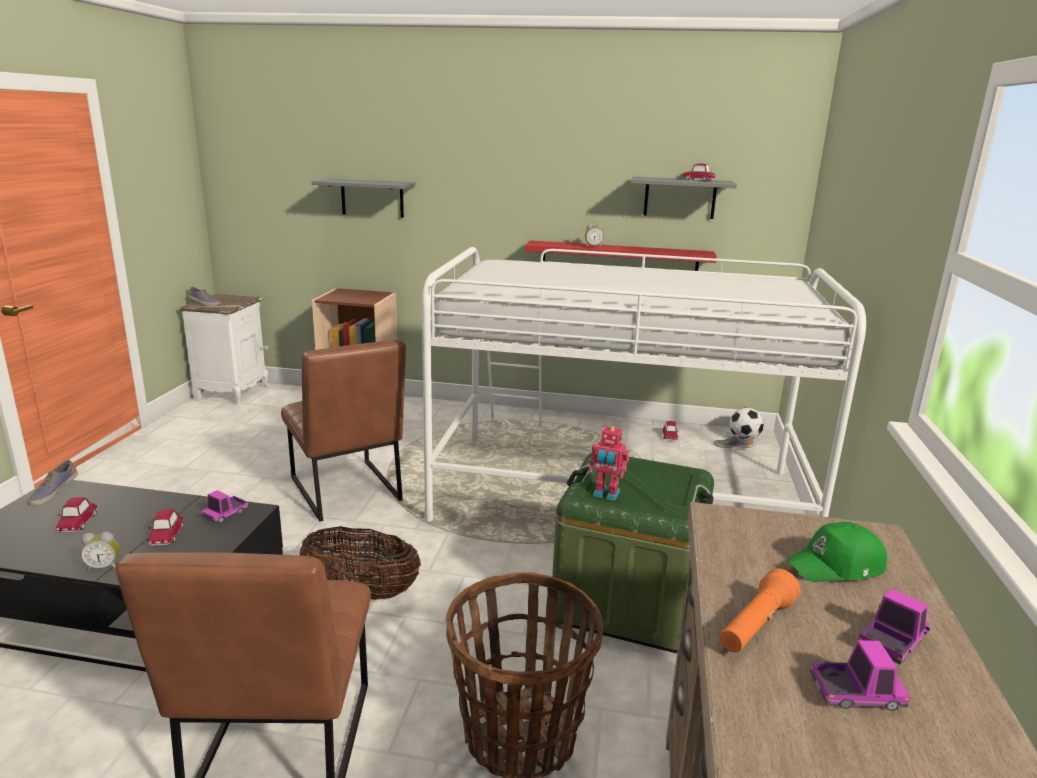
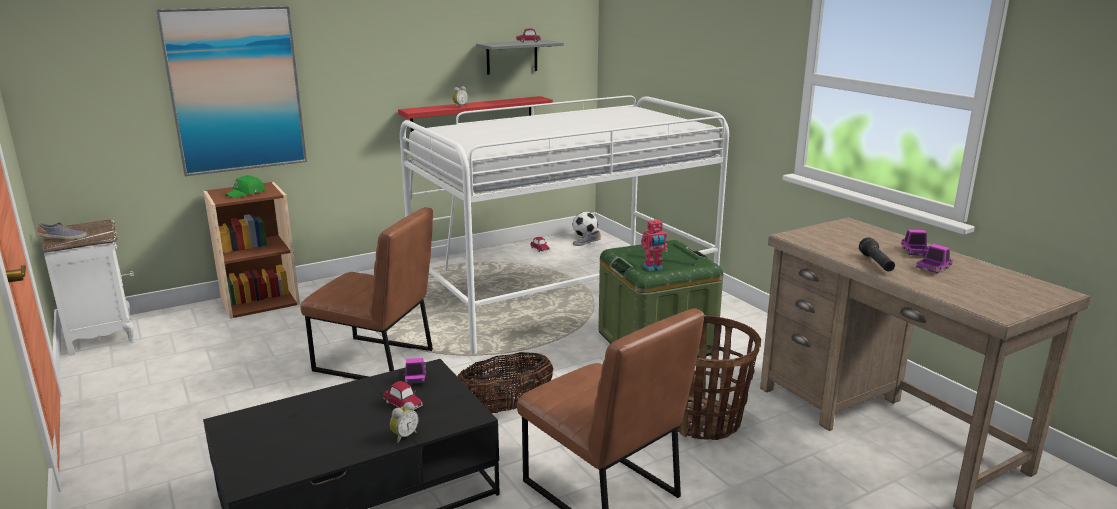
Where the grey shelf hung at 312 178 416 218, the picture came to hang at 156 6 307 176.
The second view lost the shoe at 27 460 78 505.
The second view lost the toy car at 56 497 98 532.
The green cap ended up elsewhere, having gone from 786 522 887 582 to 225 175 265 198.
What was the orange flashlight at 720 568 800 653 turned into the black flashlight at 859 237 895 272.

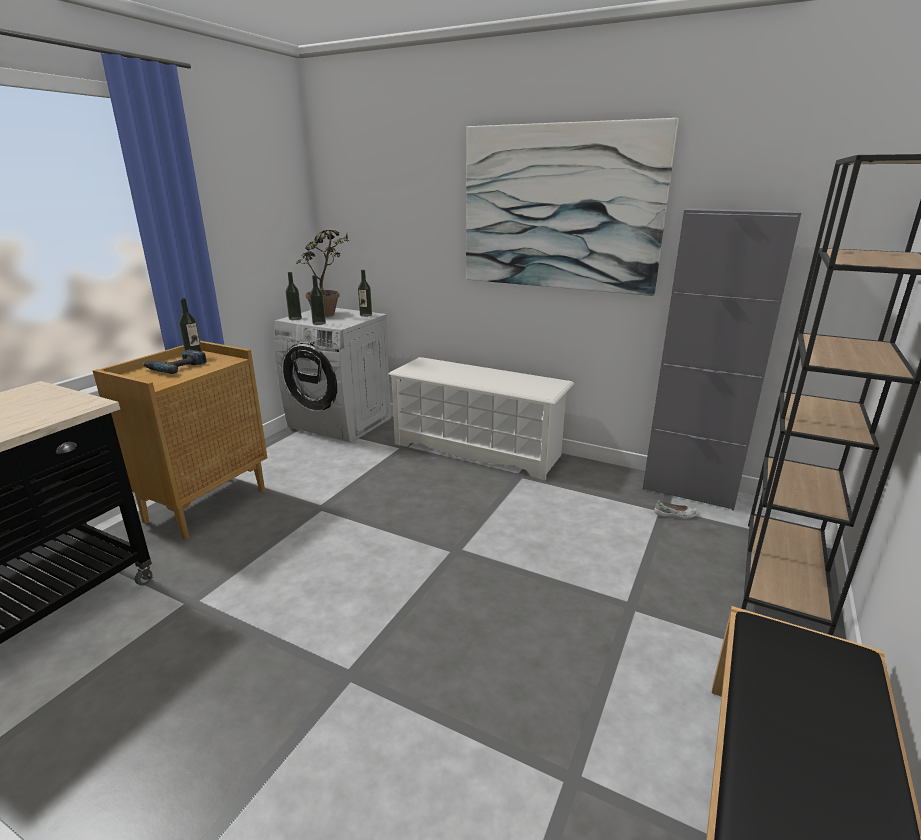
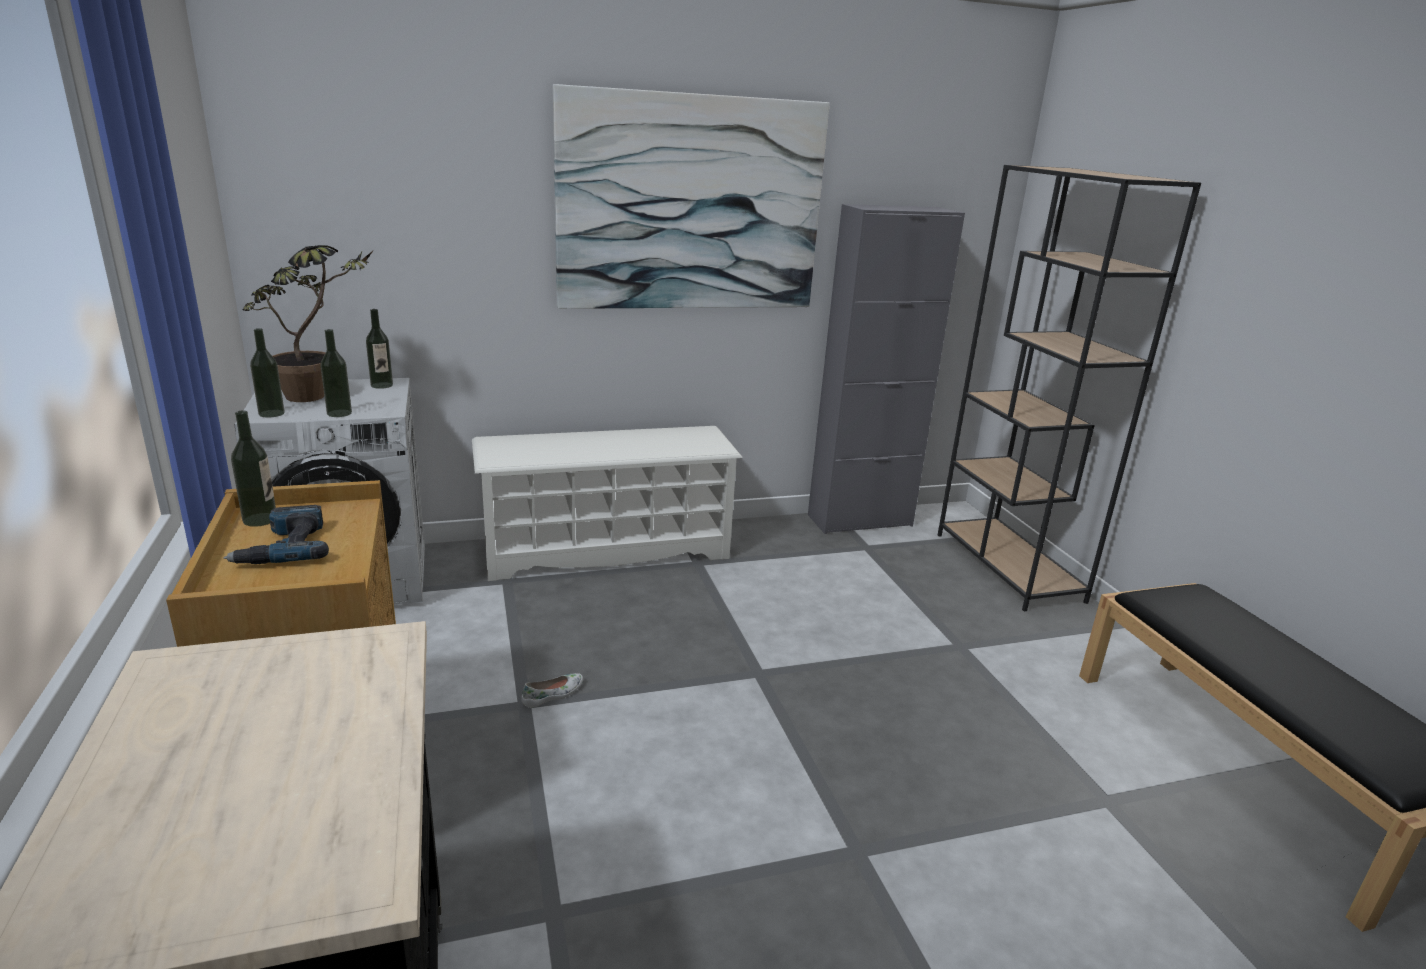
The white shoe ended up elsewhere, having gone from 654 500 699 519 to 522 673 583 708.

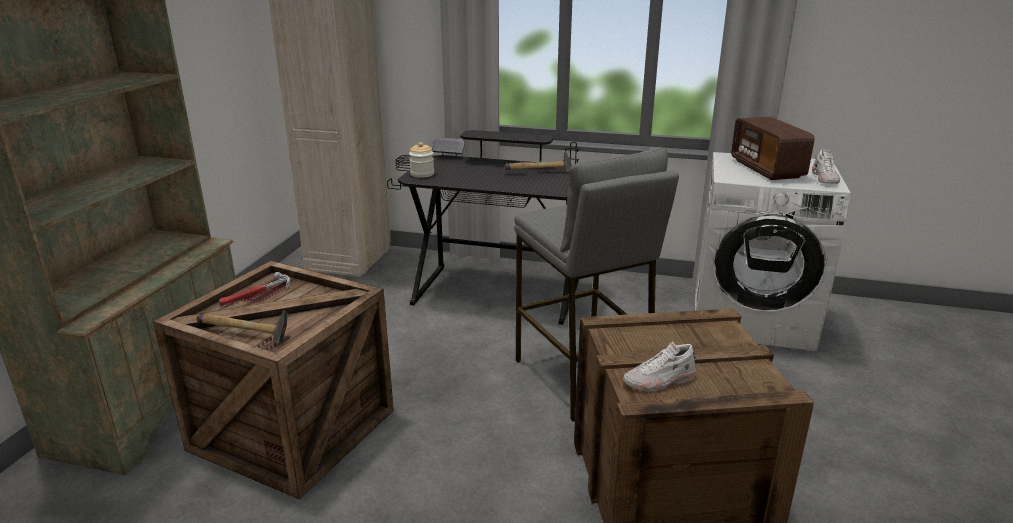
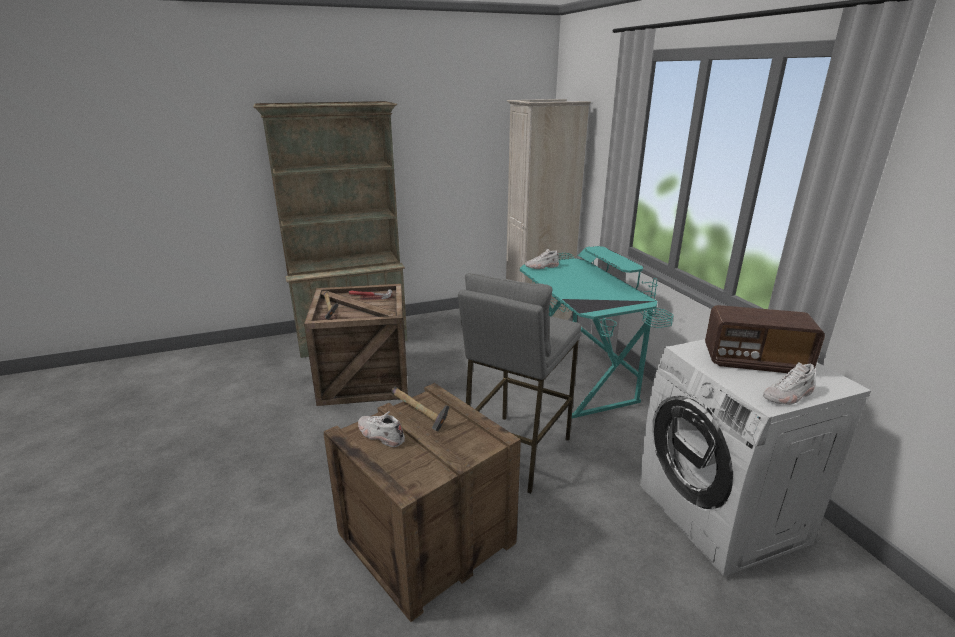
The radio at 731 117 814 180 ended up facing another way, 120 degrees counterclockwise from before.
What was the black desk at 387 130 579 325 turned into the turquoise desk at 520 246 674 418.
Where the jar stood at 409 142 434 178, the white shoe came to stand at 525 249 559 269.
The hammer ended up elsewhere, having gone from 505 151 570 173 to 391 386 450 431.

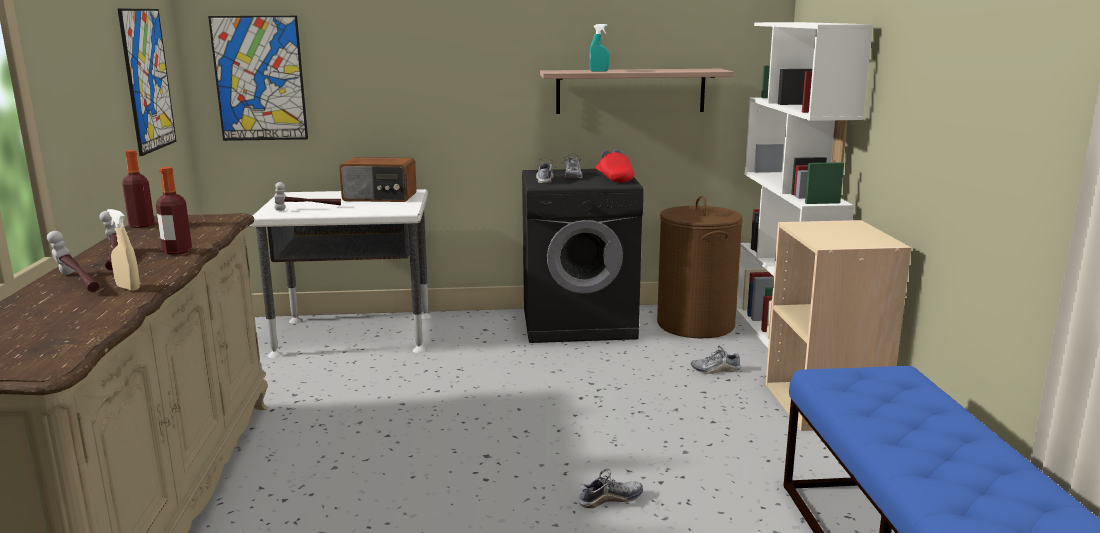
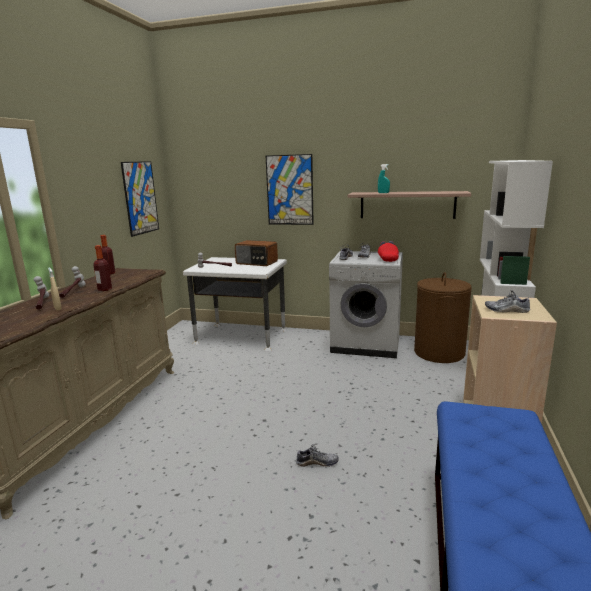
The picture ended up elsewhere, having gone from 208 16 308 141 to 266 154 314 225.
What was the black washing machine at 522 169 644 343 turned into the white washing machine at 329 251 403 358.
The shoe ended up elsewhere, having gone from 691 346 741 374 to 485 290 530 313.

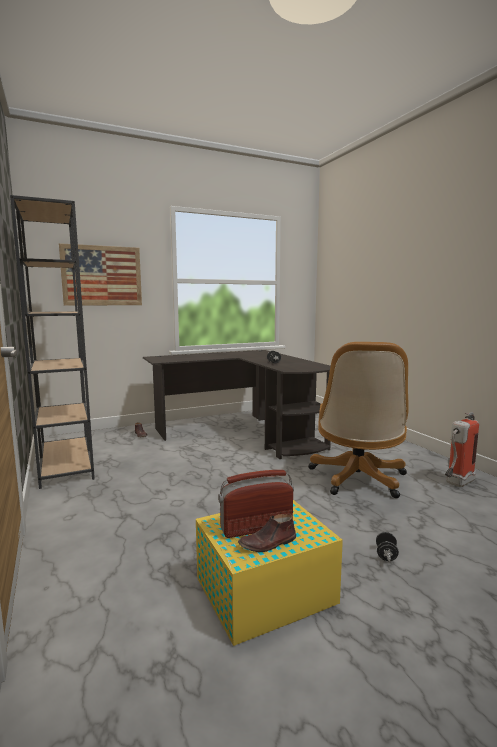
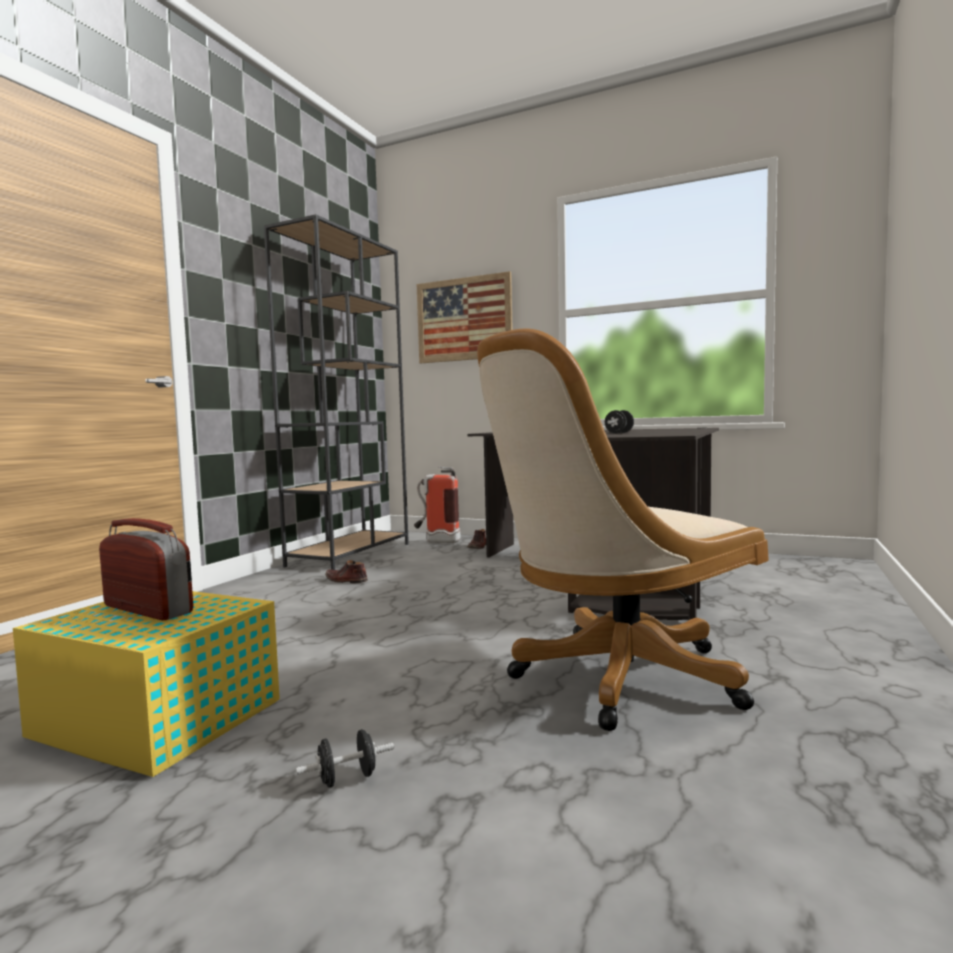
The fire extinguisher ended up elsewhere, having gone from 445 412 479 487 to 414 466 460 543.
The brown shoe ended up elsewhere, having gone from 238 514 296 552 to 325 560 368 583.

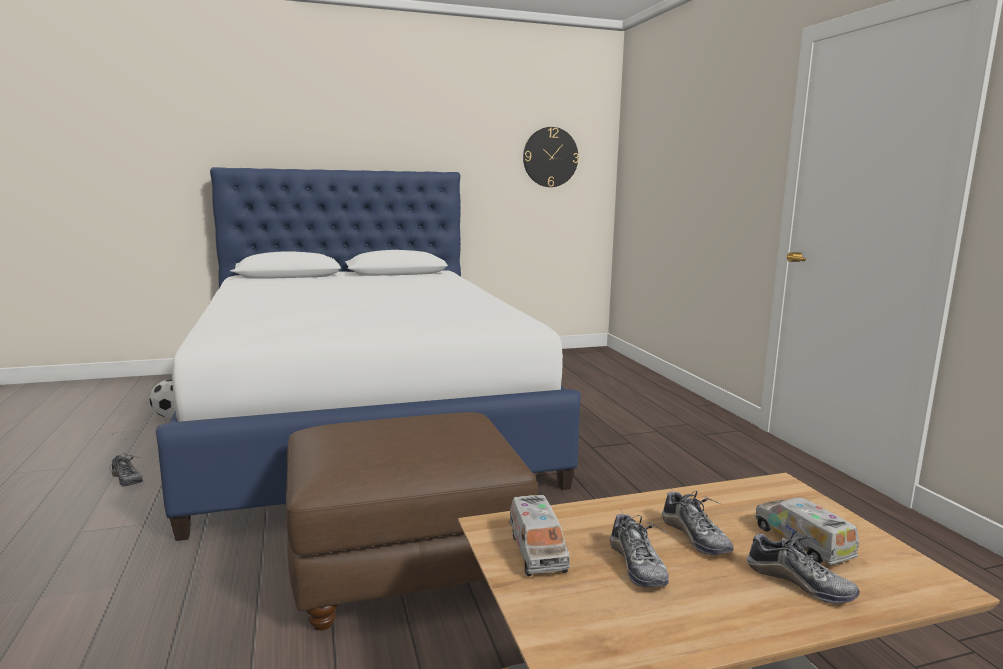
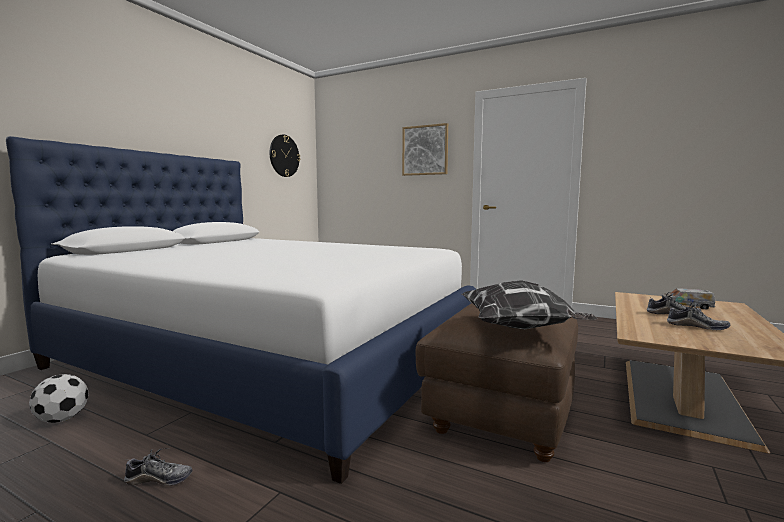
The second view lost the toy truck at 509 495 570 576.
The second view lost the shoe at 747 530 860 604.
The second view gained the picture at 402 123 448 176.
The second view gained the pillow at 462 280 598 329.

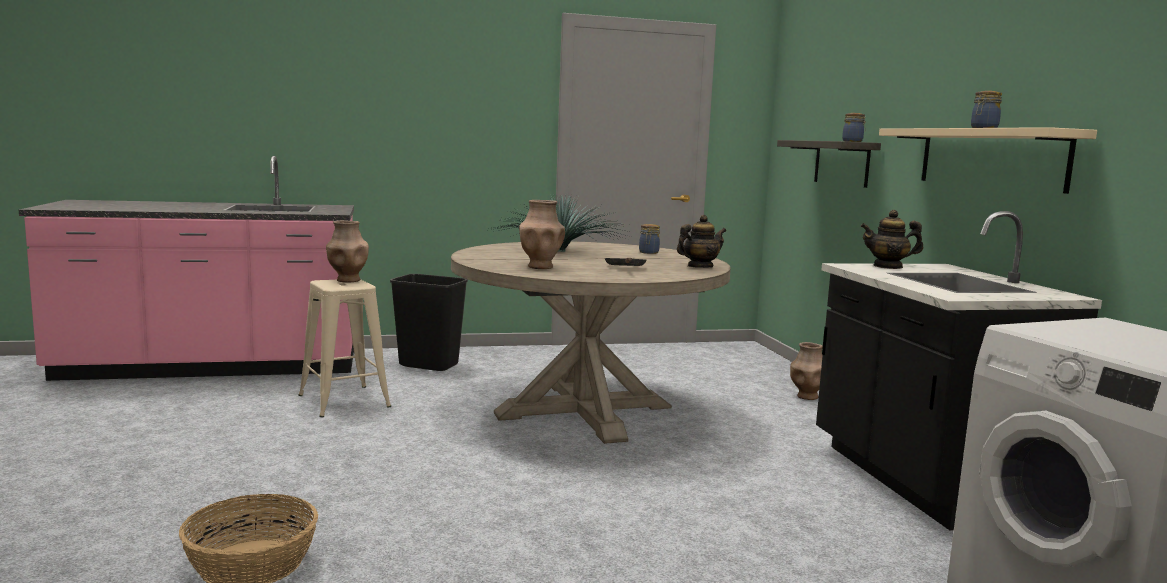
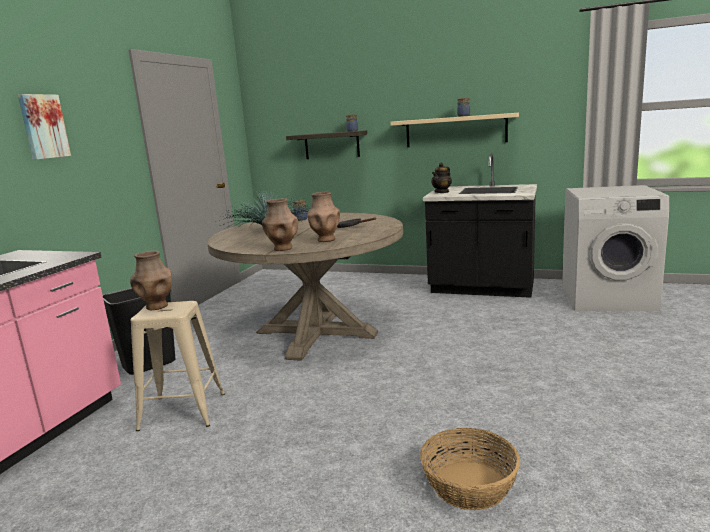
The second view lost the teapot at 677 215 726 268.
The brown vase ended up elsewhere, having gone from 790 342 823 400 to 262 198 298 251.
The second view gained the picture at 18 94 71 160.

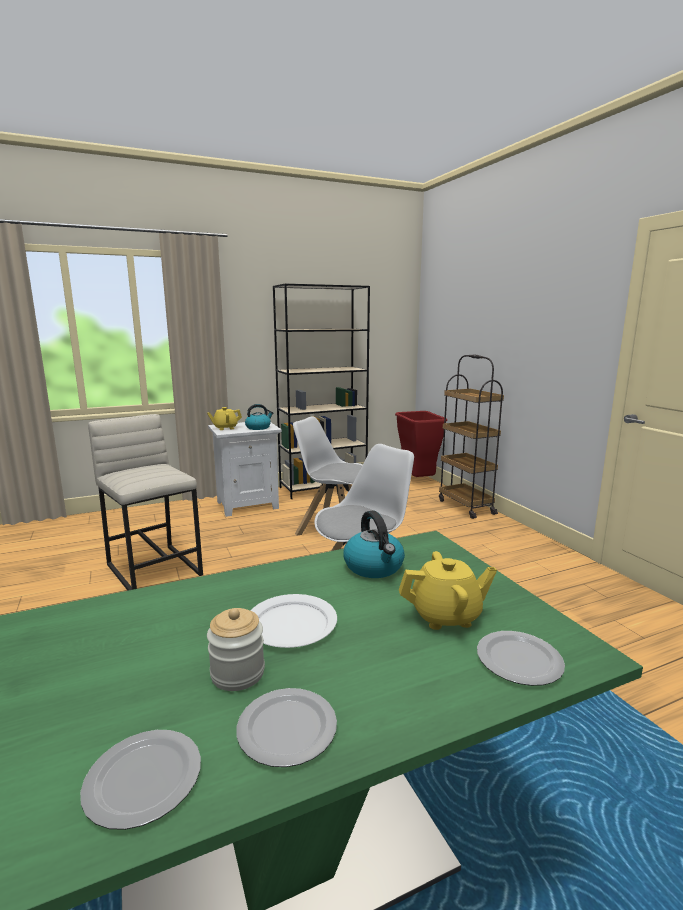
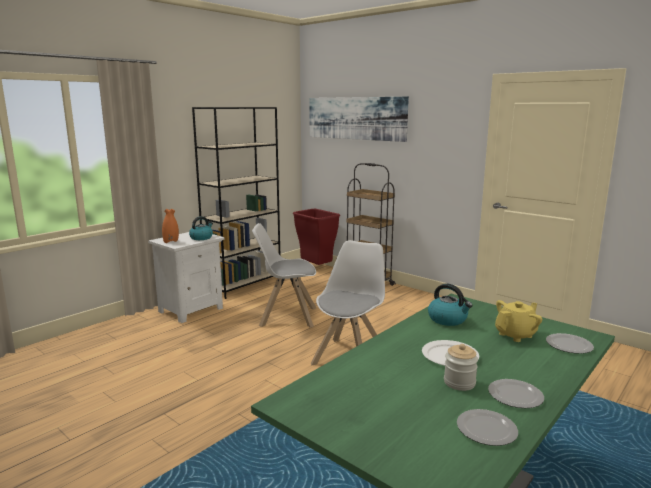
Where the yellow teapot stood at 207 407 242 430, the orange vase came to stand at 162 209 179 243.
The second view lost the beige stool at 88 414 203 591.
The second view gained the picture at 309 97 409 142.

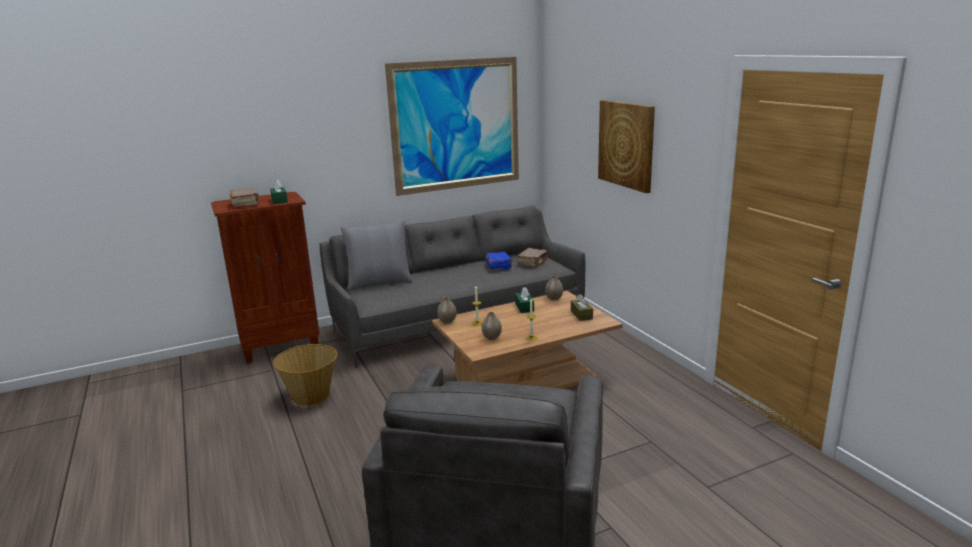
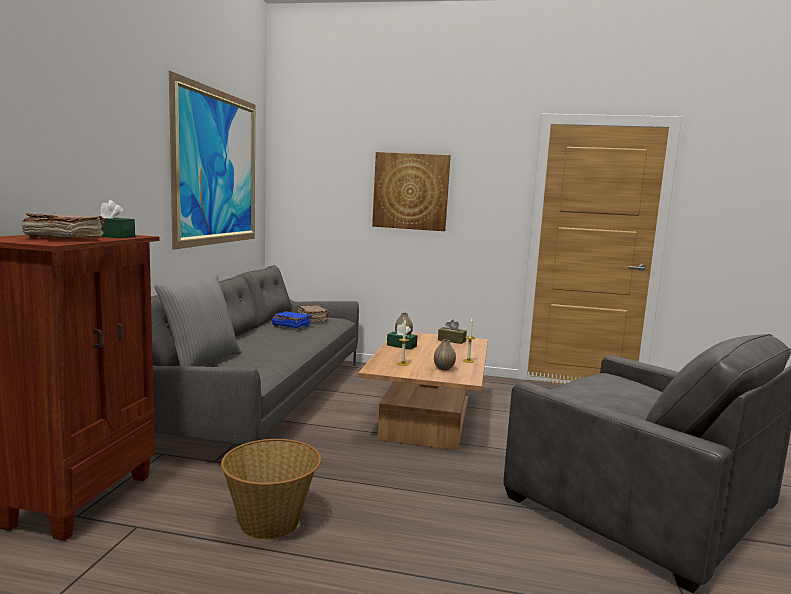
The second view lost the vase at 437 297 457 324.

